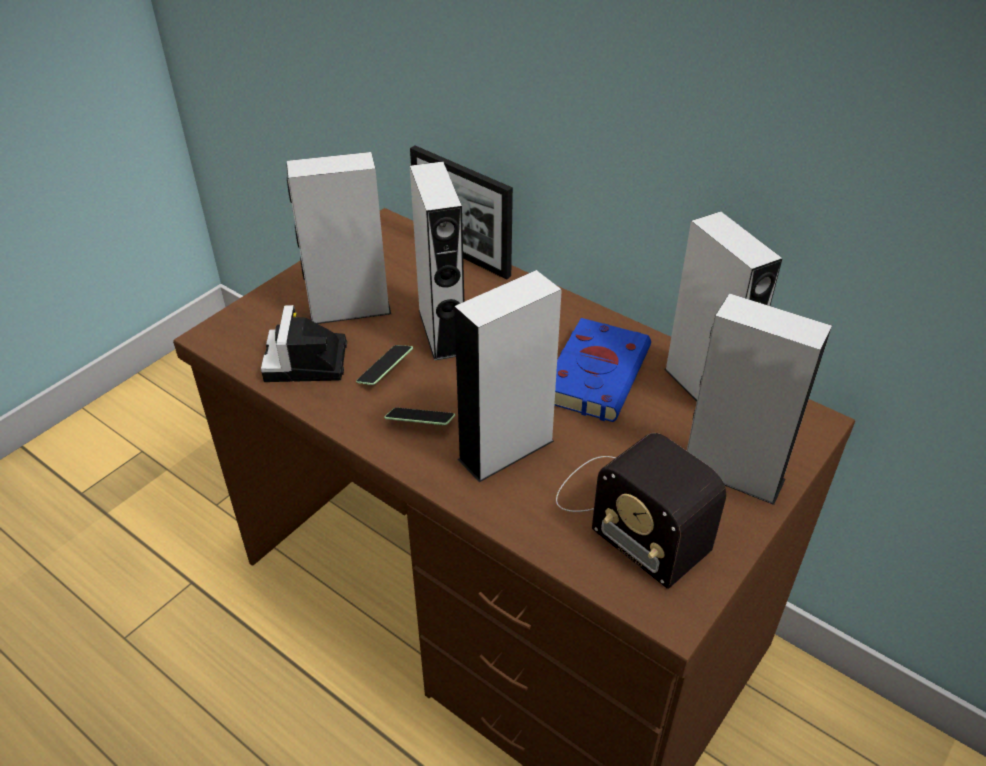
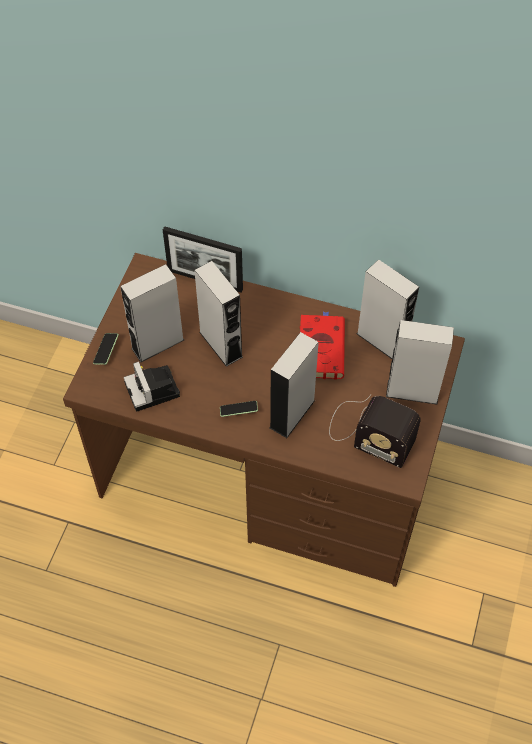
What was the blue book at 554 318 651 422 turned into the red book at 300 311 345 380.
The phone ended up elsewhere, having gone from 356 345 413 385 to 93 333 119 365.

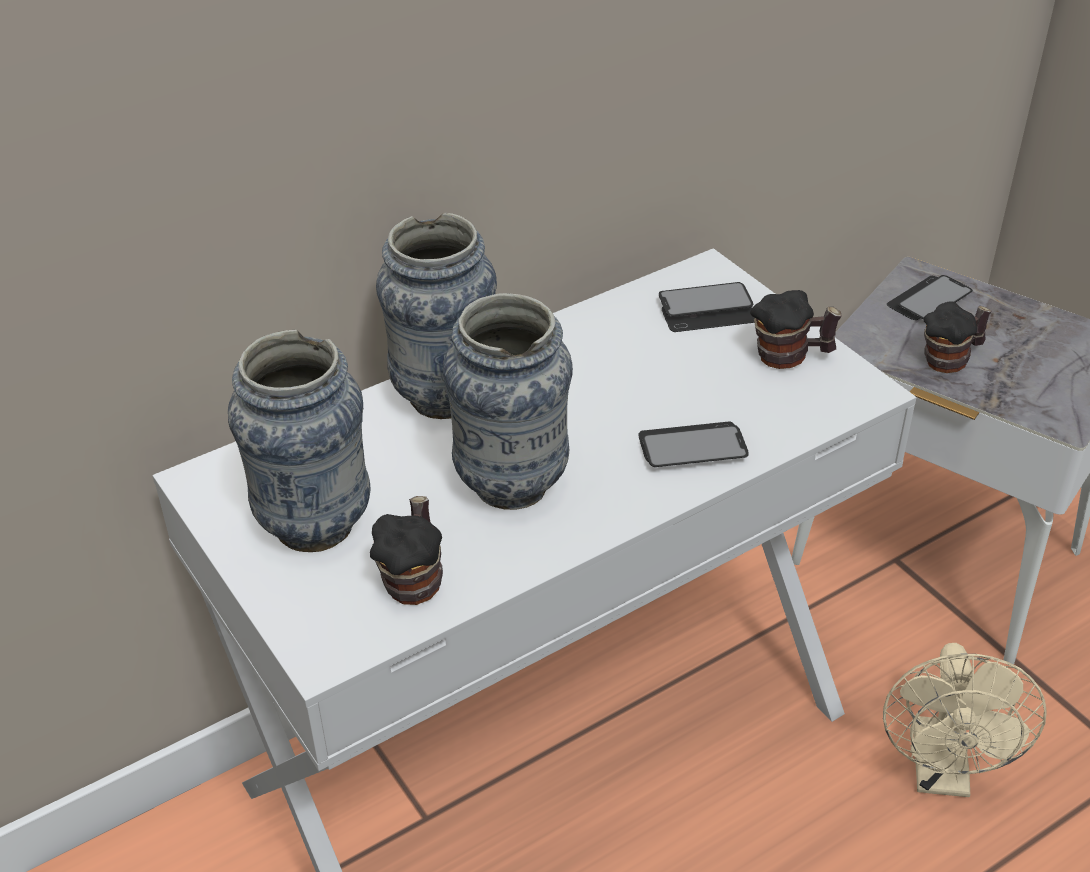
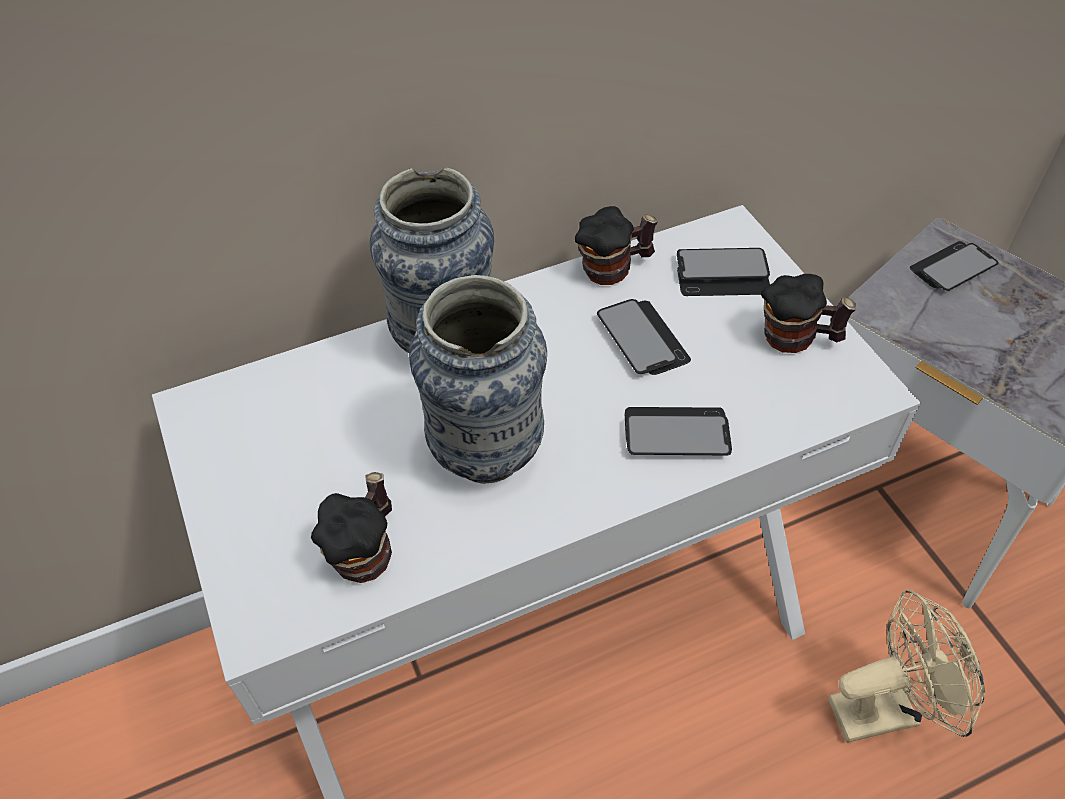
The mug ended up elsewhere, having gone from 924 301 991 373 to 575 206 658 285.
The second view lost the vase at 228 330 370 552.
The beige fan at 883 643 1047 797 ended up facing another way, 120 degrees counterclockwise from before.
The second view gained the phone at 597 299 691 375.

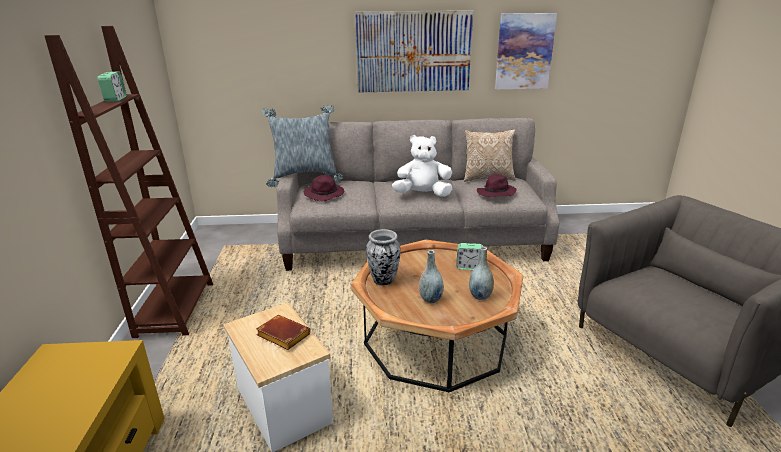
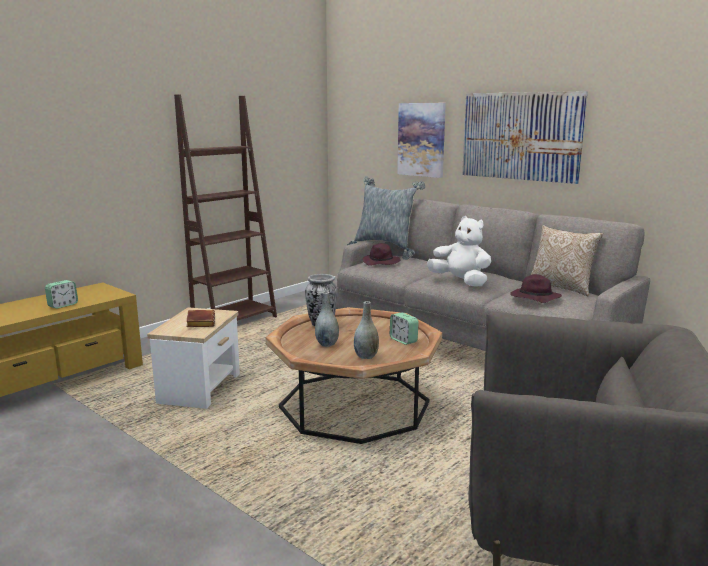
The picture ended up elsewhere, having gone from 495 13 557 90 to 397 103 446 178.
The alarm clock ended up elsewhere, having gone from 97 71 126 102 to 45 280 78 309.

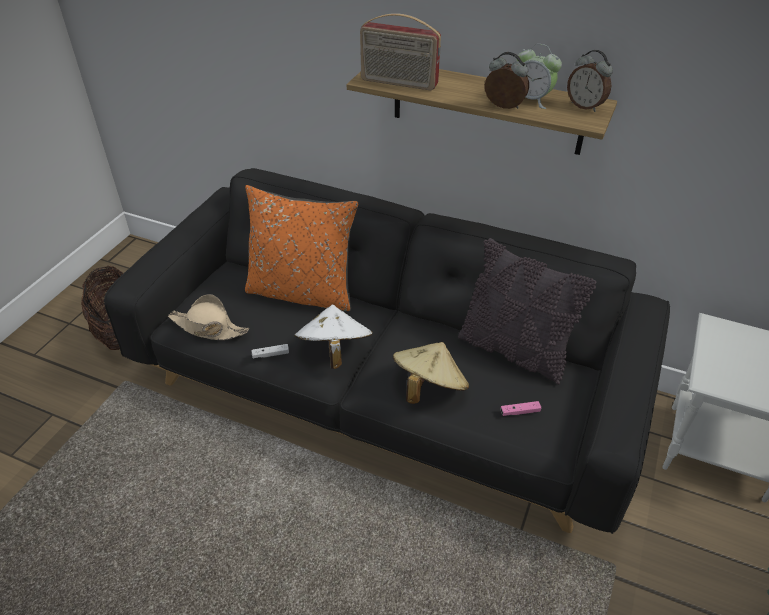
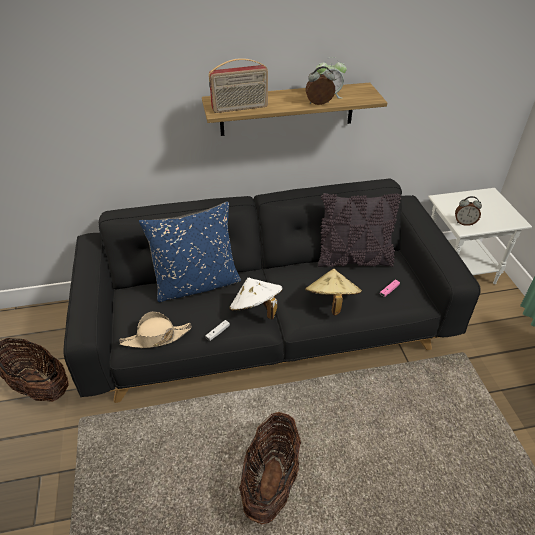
The alarm clock ended up elsewhere, having gone from 567 50 613 112 to 455 196 482 226.
What was the orange pillow at 245 185 358 312 turned into the blue pillow at 139 202 241 302.
The second view gained the basket at 239 412 301 524.

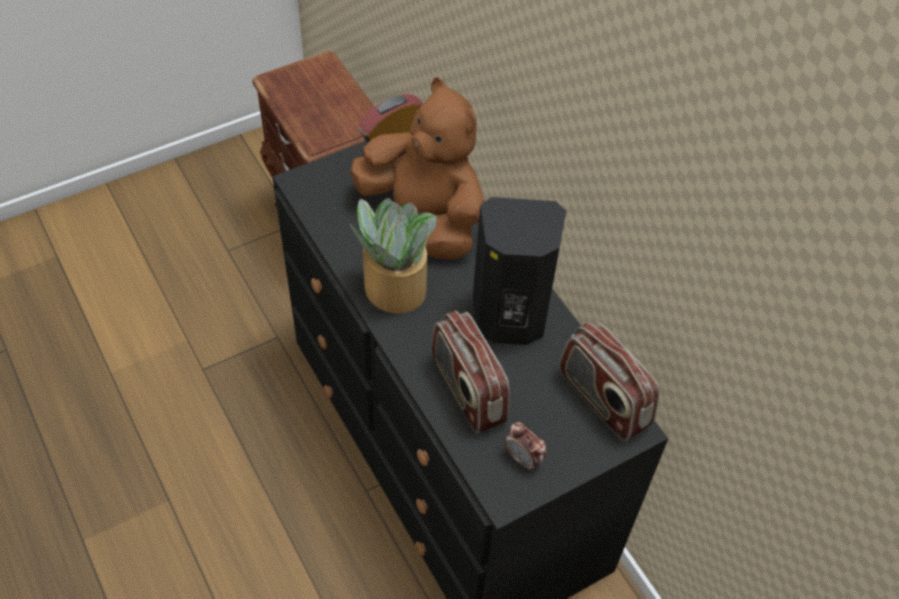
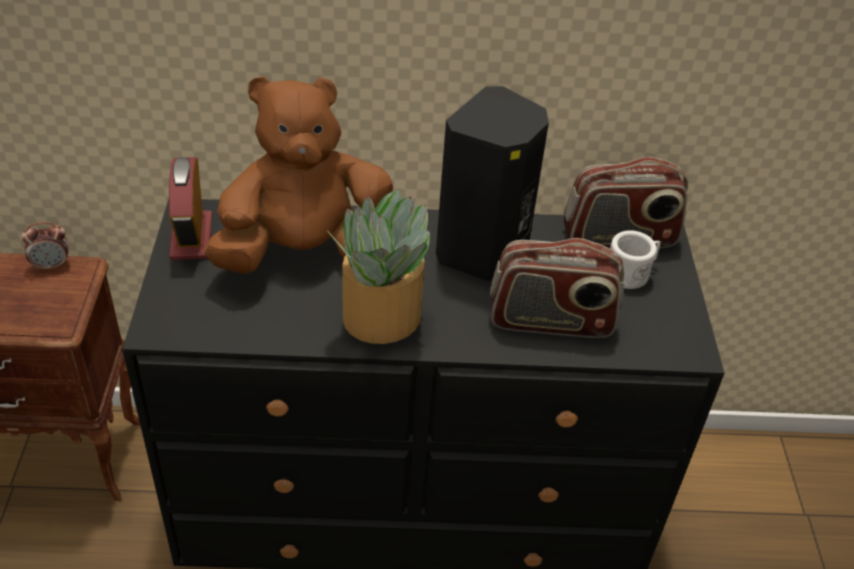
The alarm clock ended up elsewhere, having gone from 505 422 547 471 to 21 222 69 271.
The second view gained the white mug at 610 230 661 289.

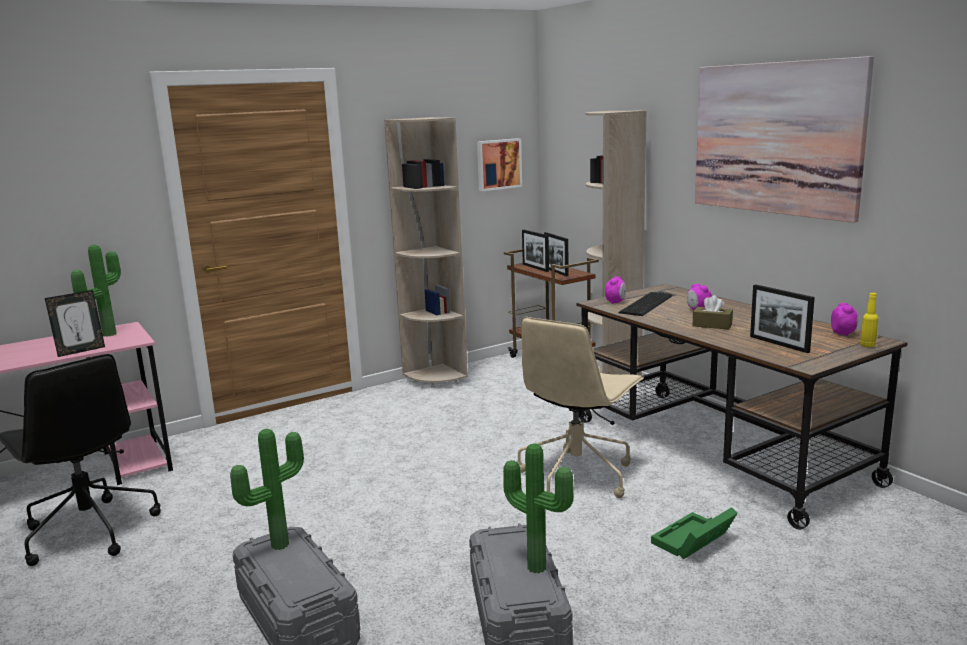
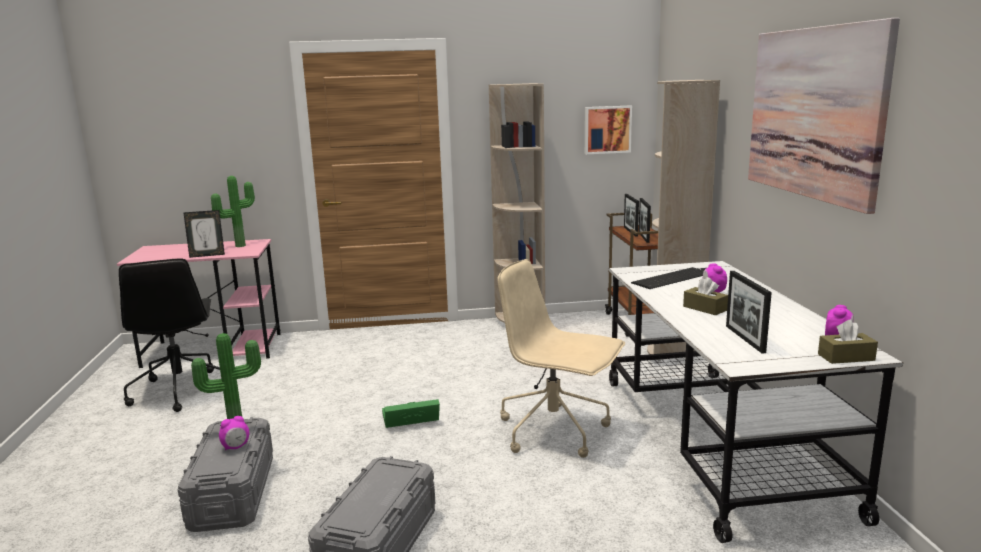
The alarm clock ended up elsewhere, having gone from 605 276 626 304 to 219 416 249 450.
What was the brown desk at 576 284 908 529 turned into the white desk at 609 261 903 543.
Where the yellow bottle stood at 860 293 878 347, the brown tissue box came to stand at 818 319 878 364.
The beige office chair at 517 317 644 498 ended up facing another way, 60 degrees clockwise from before.
The second view lost the potted plant at 503 443 574 573.
The green storage box ended up elsewhere, having gone from 651 507 738 559 to 382 399 440 428.

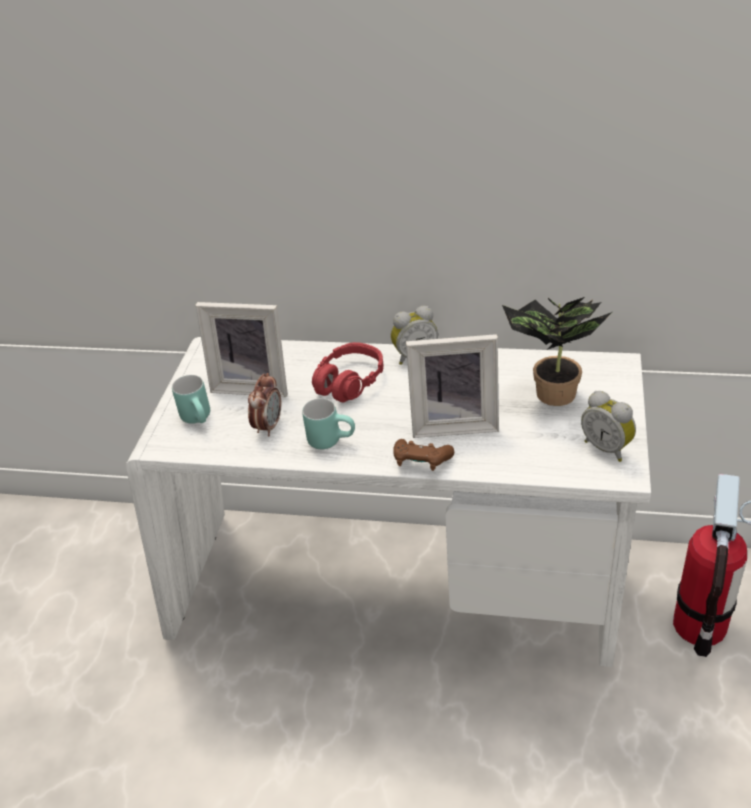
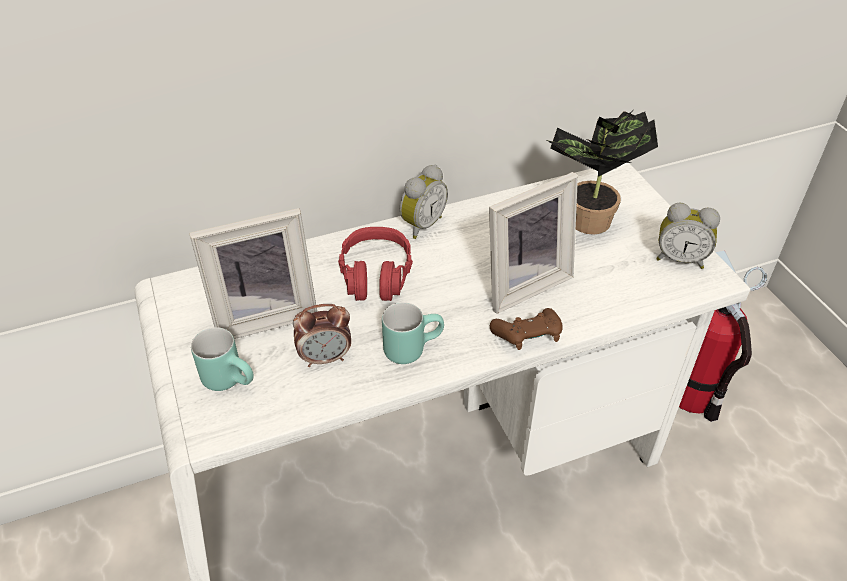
The alarm clock at 248 373 282 436 ended up facing another way, 90 degrees clockwise from before.

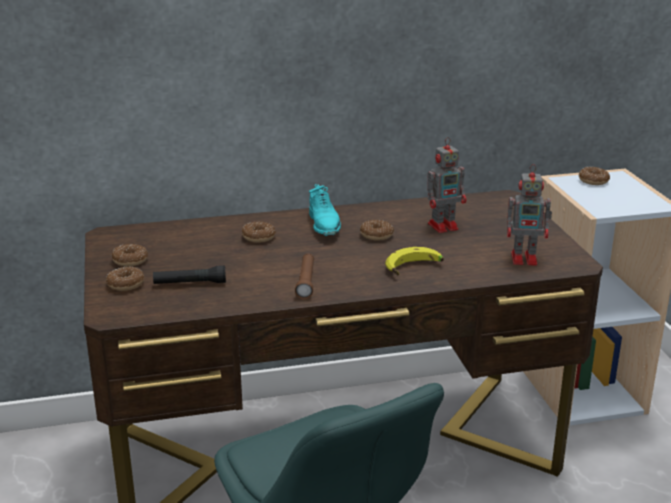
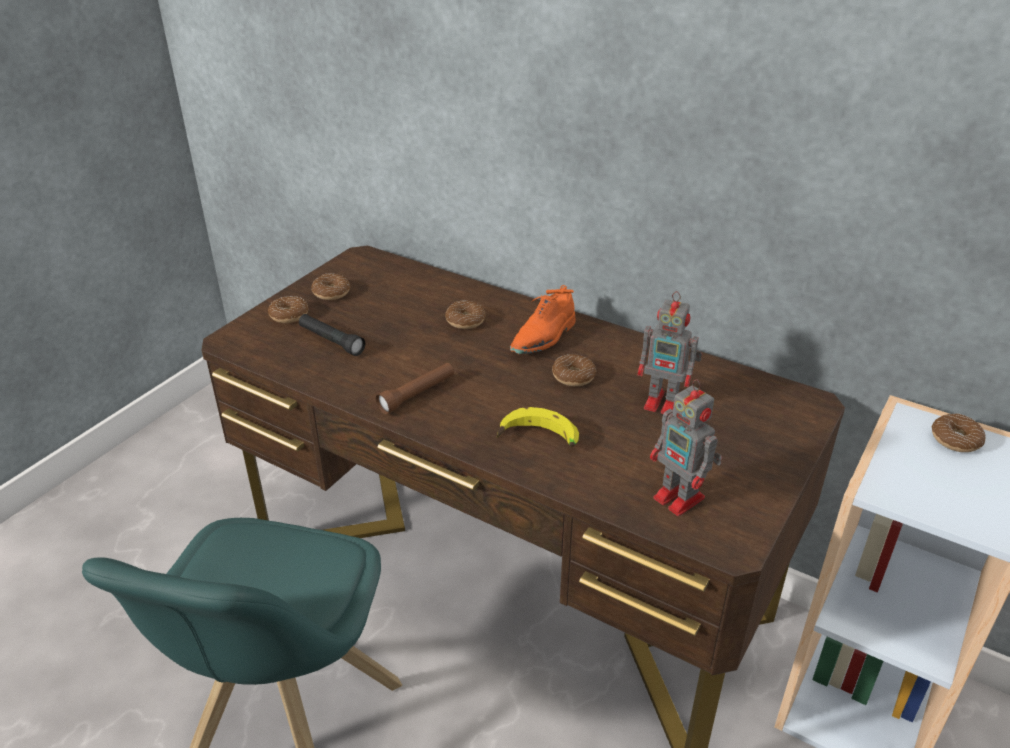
What was the turquoise shoe at 309 184 341 236 turned into the orange shoe at 510 285 575 354.

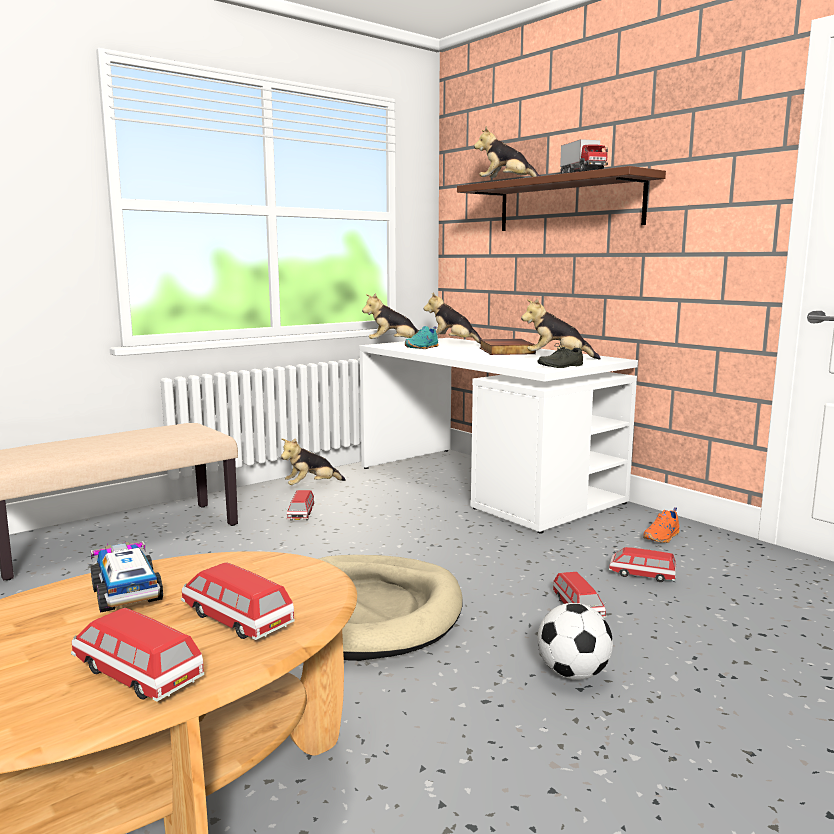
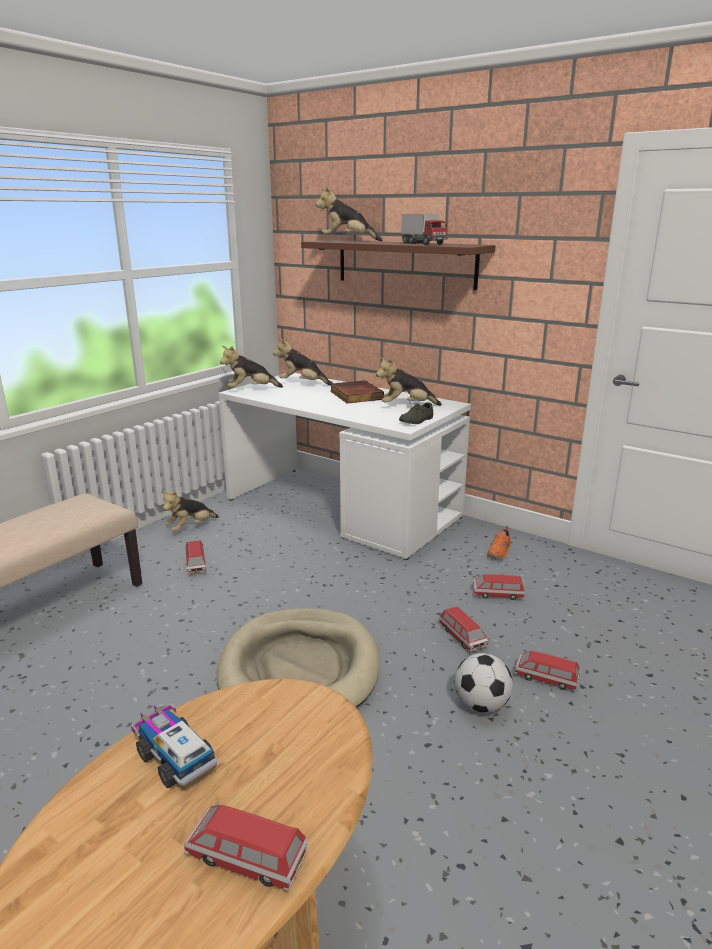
The second view lost the turquoise shoe at 405 326 439 349.
The toy car ended up elsewhere, having gone from 181 562 295 640 to 514 651 580 691.

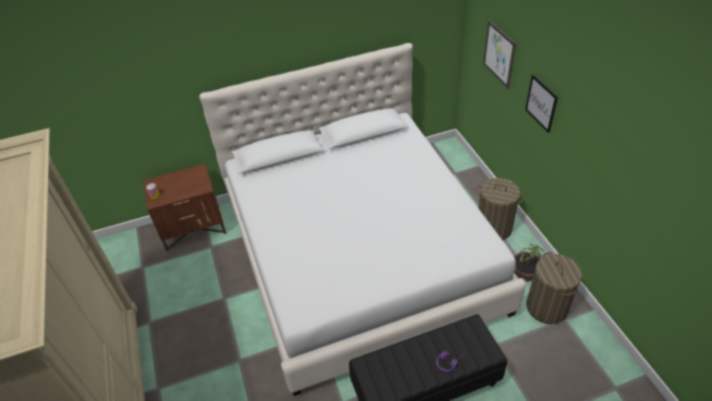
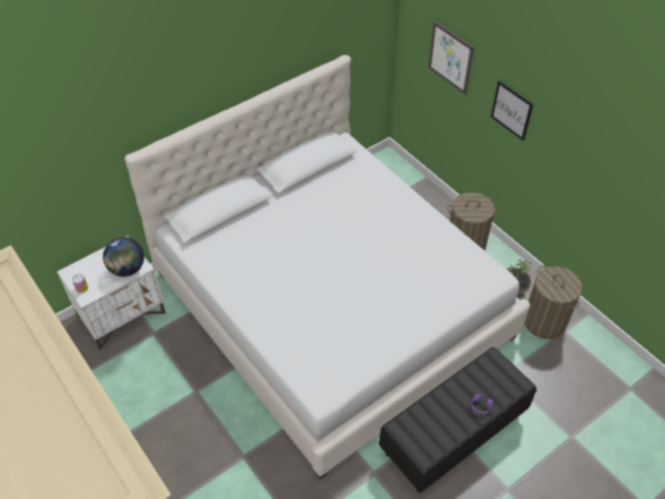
What was the brown nightstand at 143 163 226 251 turned into the white nightstand at 57 236 166 351.
The second view gained the globe at 103 237 144 277.

